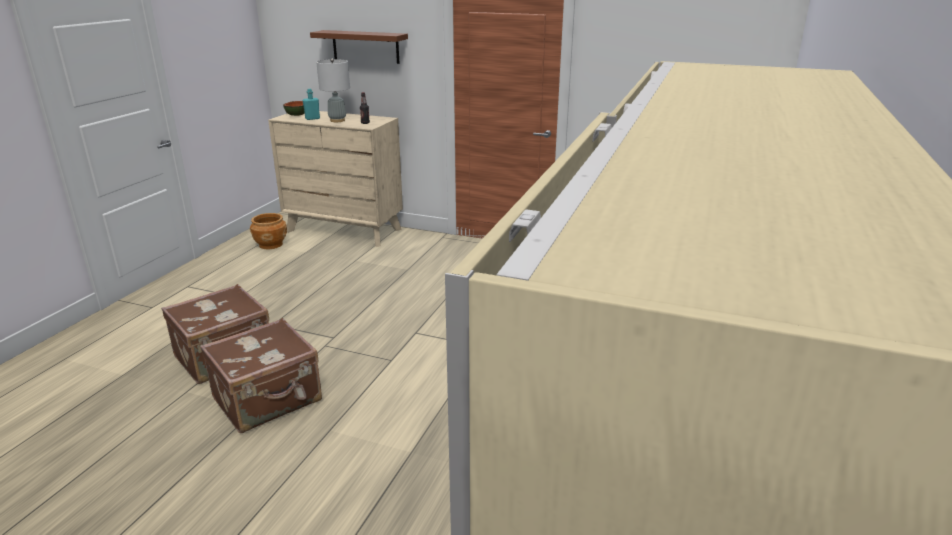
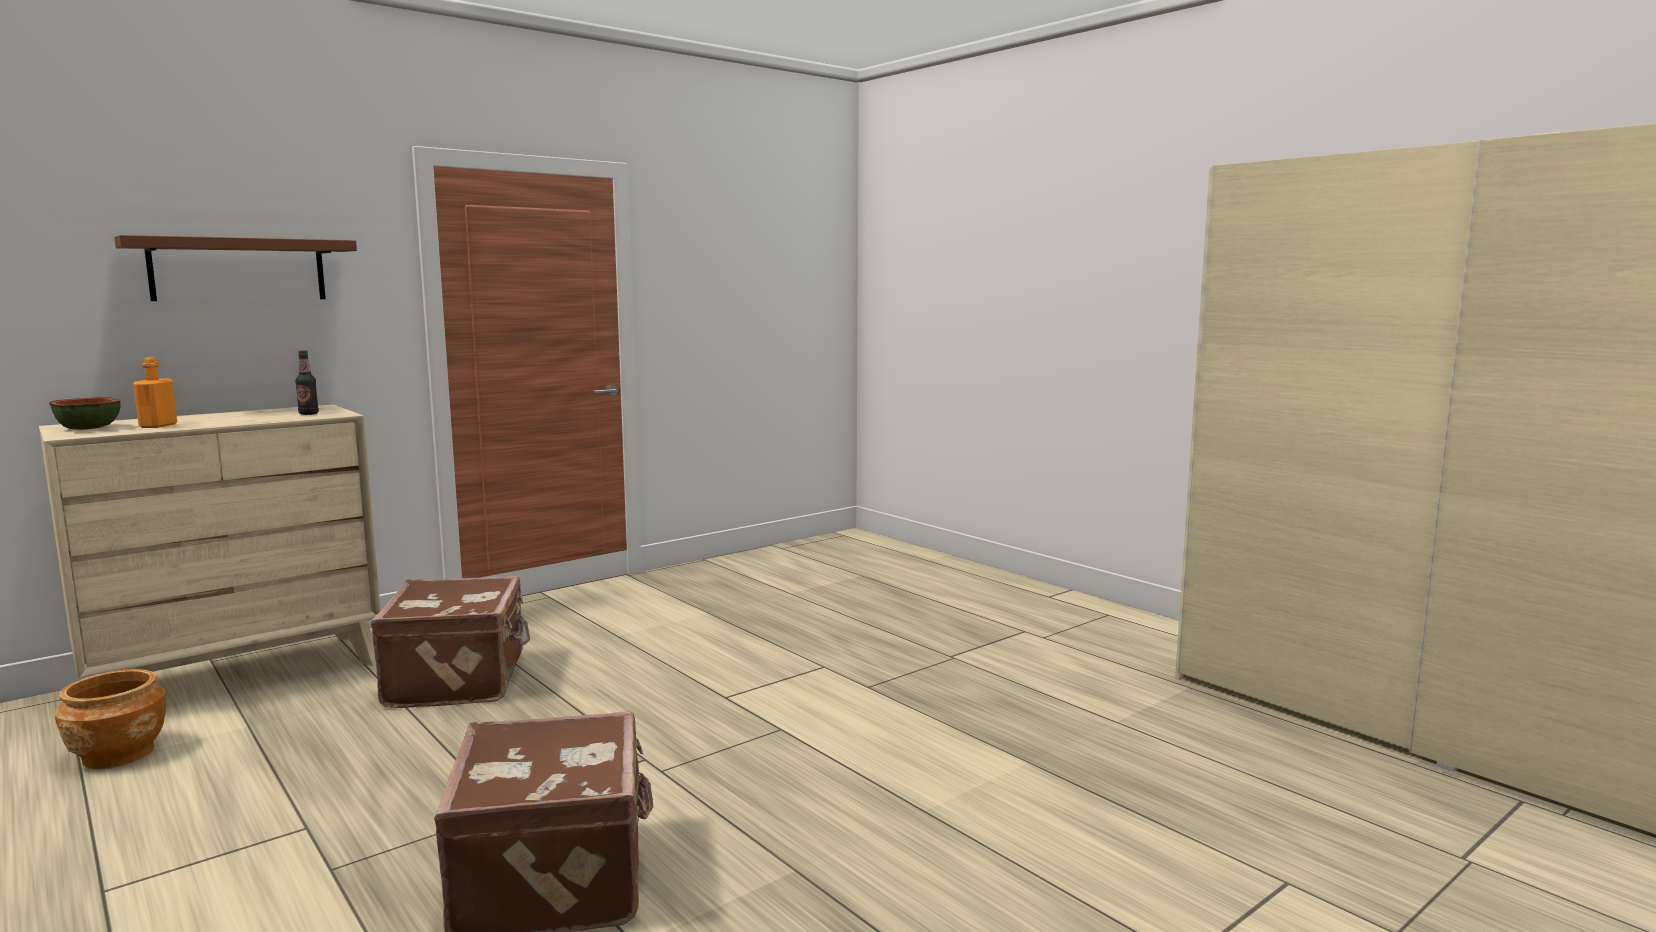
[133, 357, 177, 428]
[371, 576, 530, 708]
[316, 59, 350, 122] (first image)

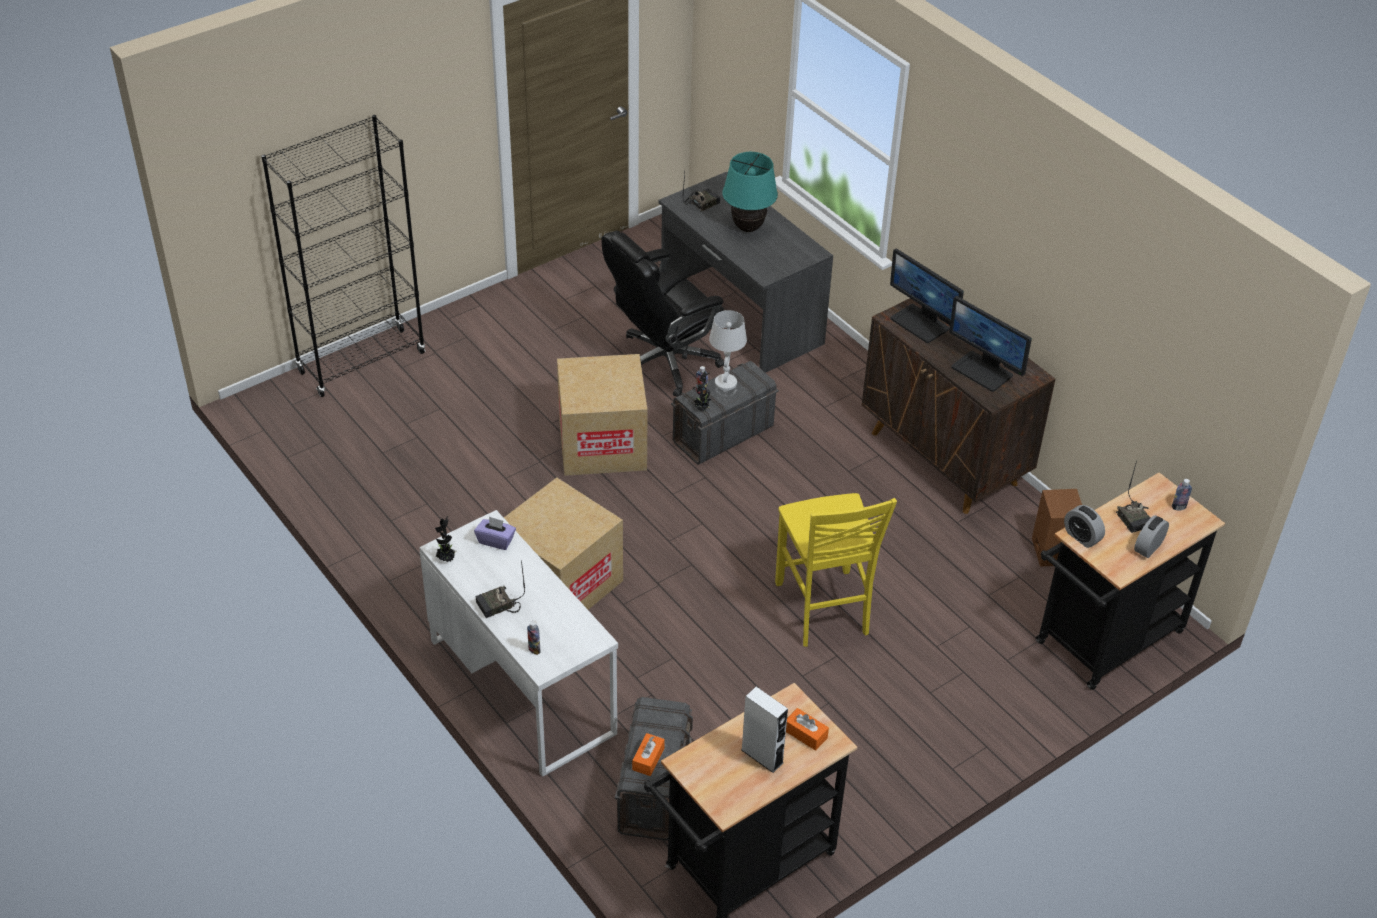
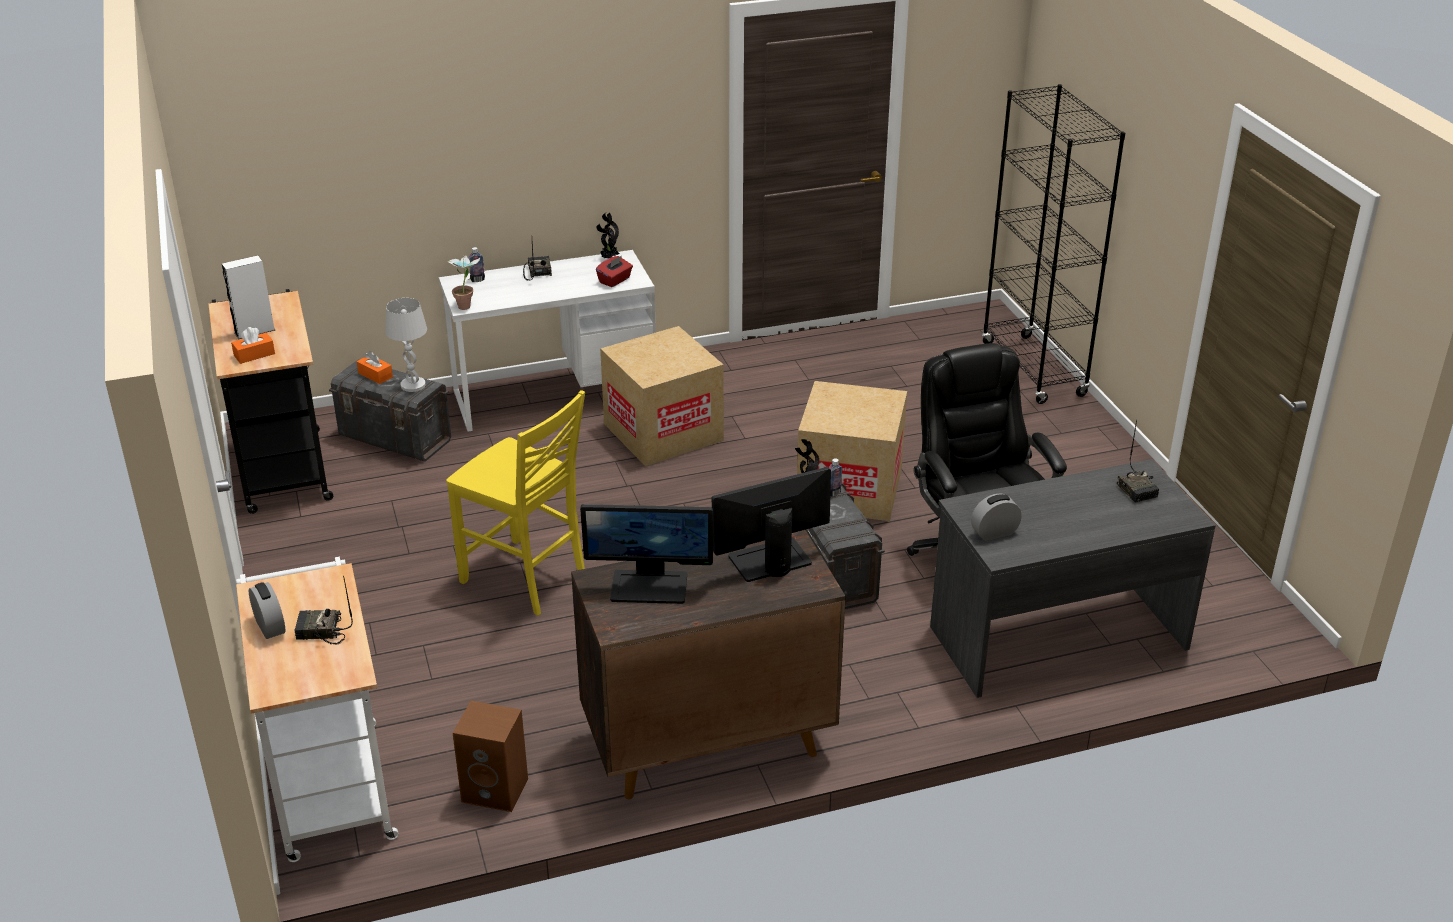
[236, 557, 399, 862]
[385, 298, 427, 392]
[446, 390, 585, 616]
[448, 255, 480, 310]
[580, 504, 713, 604]
[596, 256, 633, 287]
[971, 493, 1022, 541]
[722, 152, 778, 232] (first image)
[1172, 479, 1192, 511] (first image)

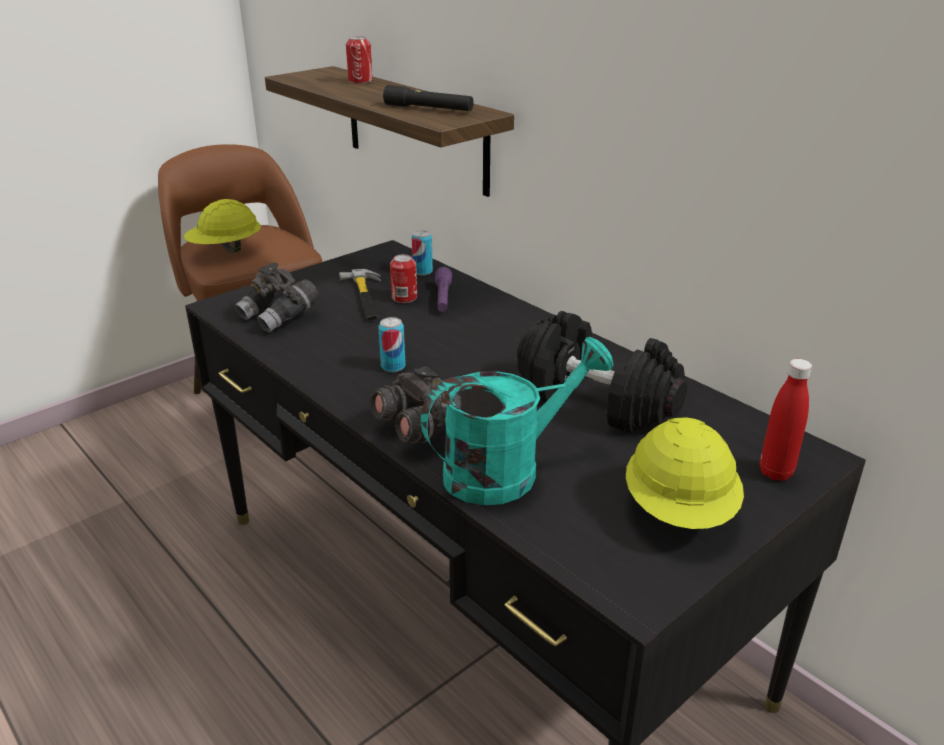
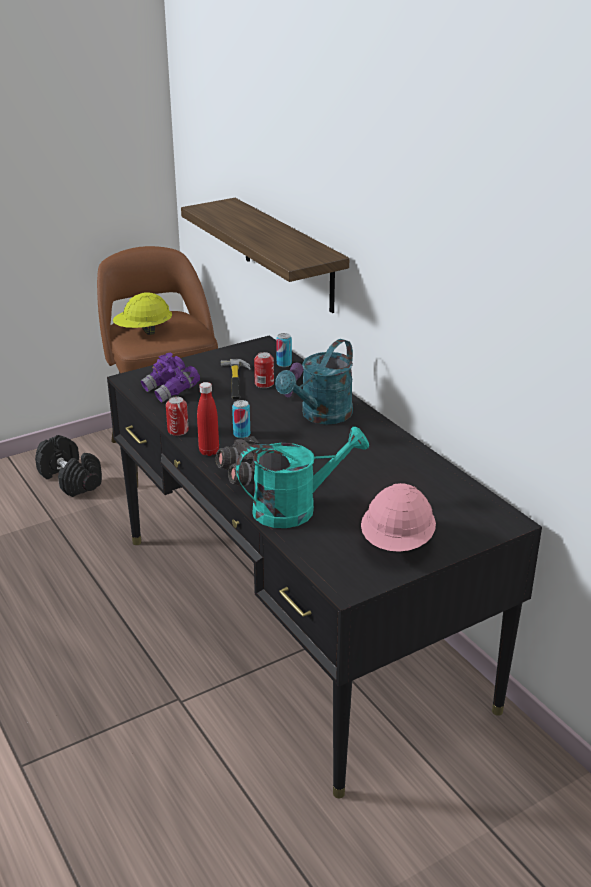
[35, 435, 102, 497]
[140, 353, 200, 402]
[166, 397, 189, 436]
[197, 382, 219, 456]
[275, 339, 353, 425]
[361, 483, 436, 552]
[383, 85, 474, 111] (first image)

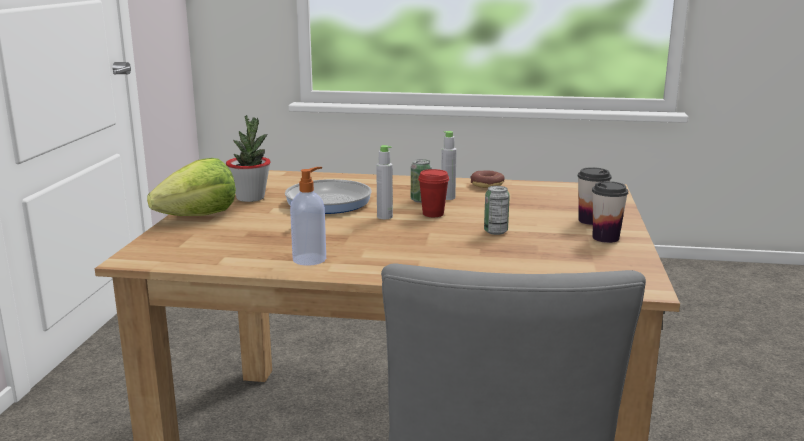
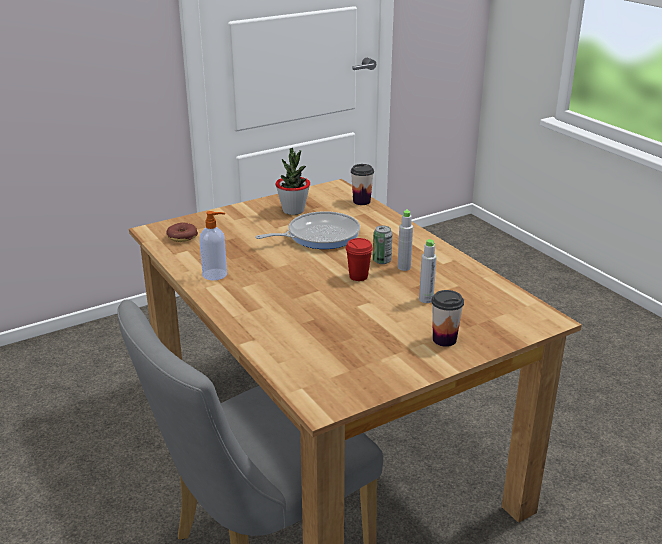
[166, 222, 198, 242]
[351, 164, 374, 205]
[419, 239, 437, 303]
[147, 158, 236, 216] (first image)
[484, 186, 510, 235] (first image)

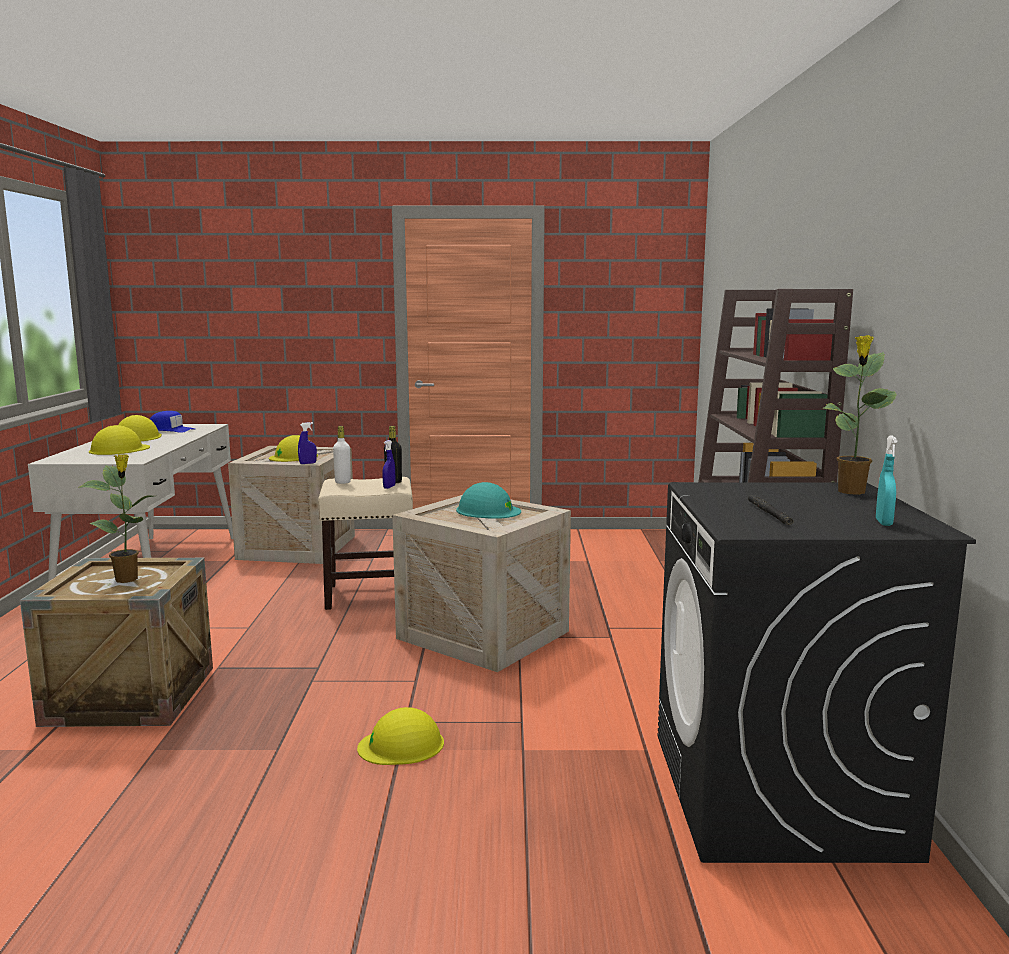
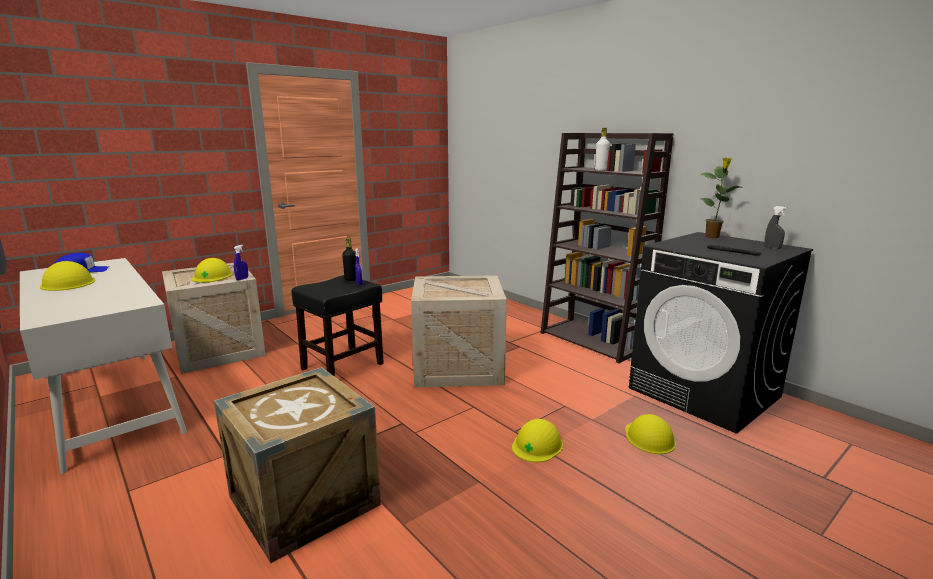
[291, 275, 384, 377]
[595, 127, 610, 171]
[625, 414, 676, 454]
[764, 206, 787, 249]
[80, 454, 154, 583] (first image)
[456, 482, 521, 519] (first image)

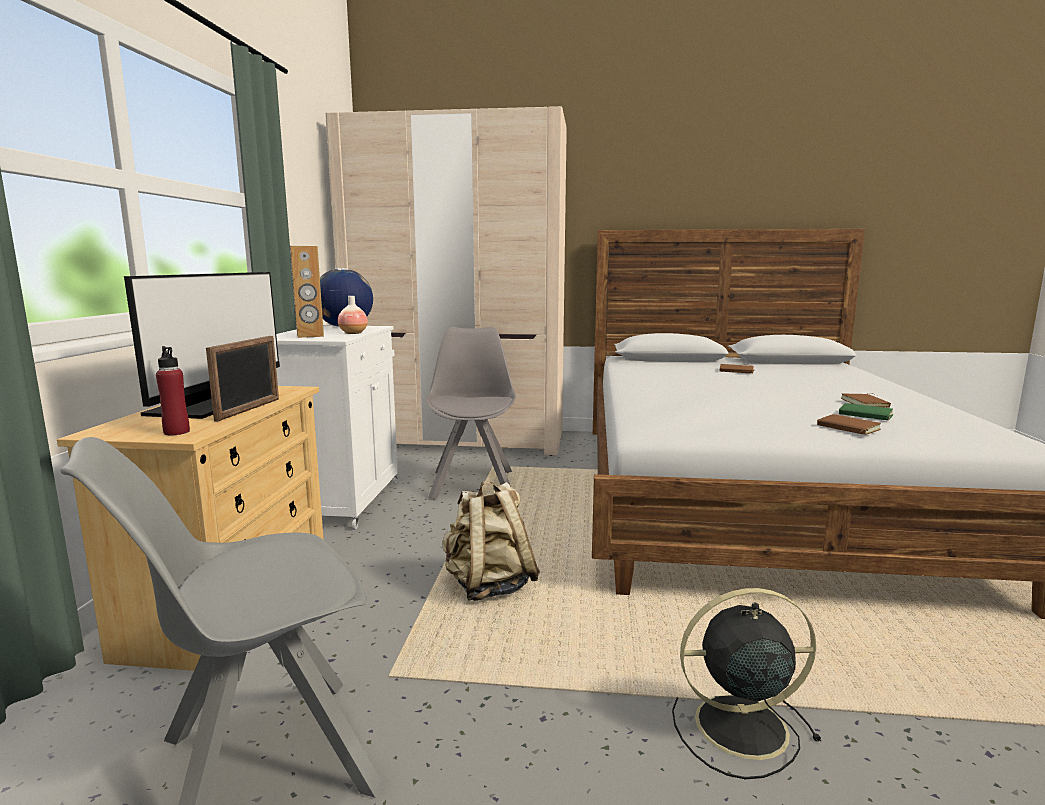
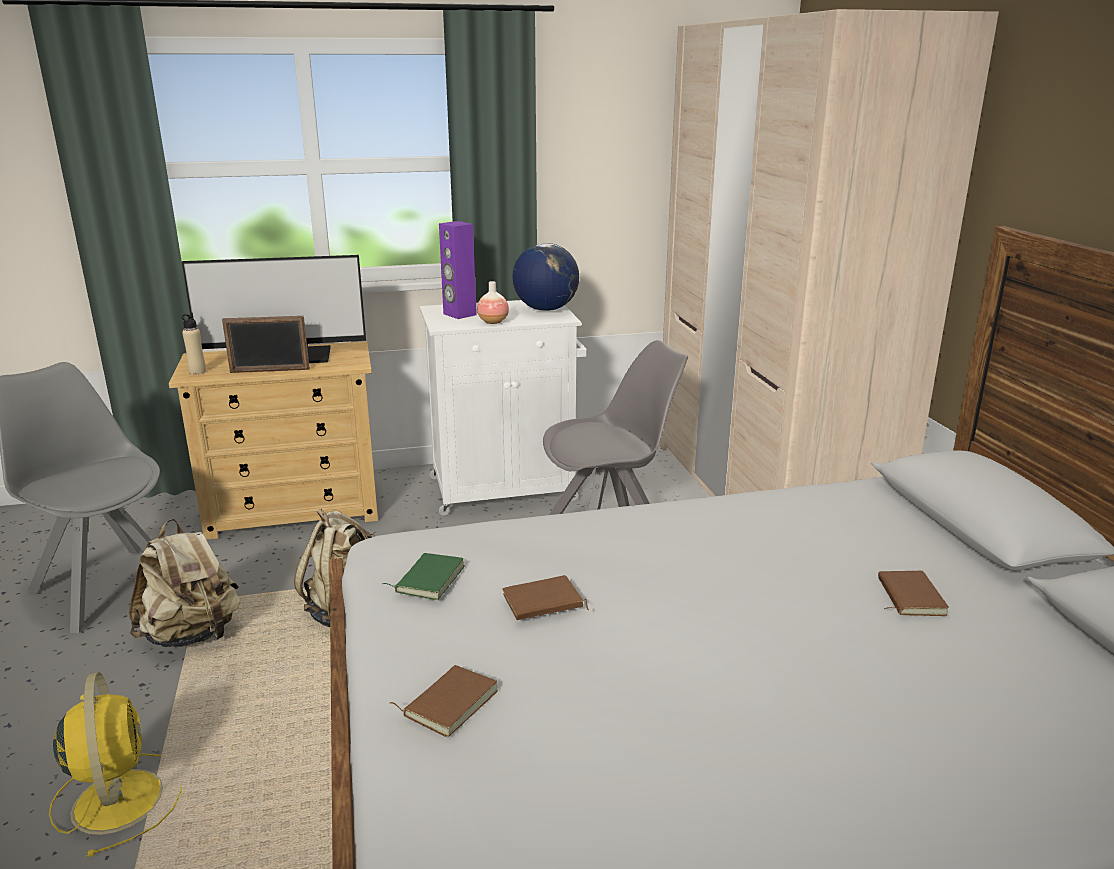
[49, 672, 182, 857]
[129, 519, 240, 647]
[182, 312, 206, 375]
[382, 553, 465, 600]
[439, 221, 477, 319]
[502, 575, 589, 620]

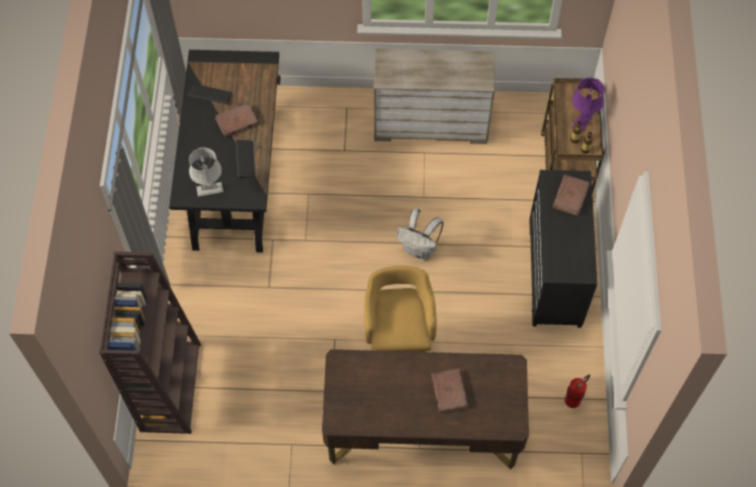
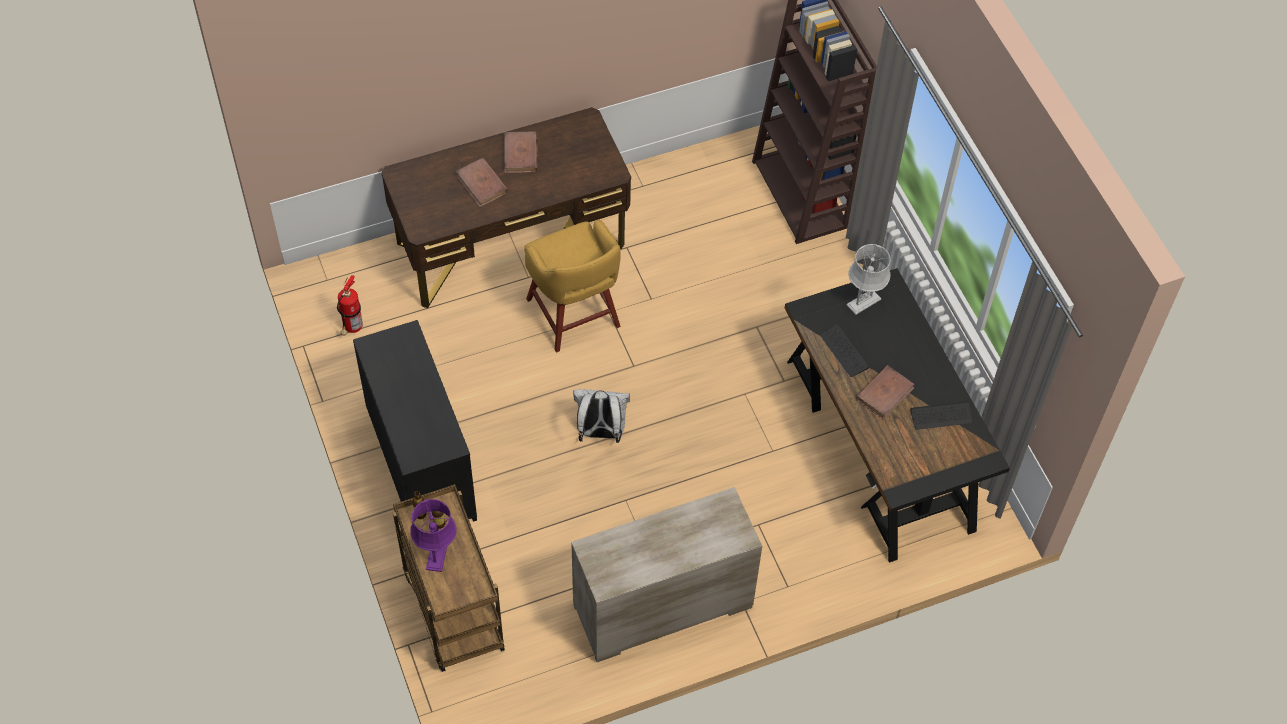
[504, 132, 538, 173]

